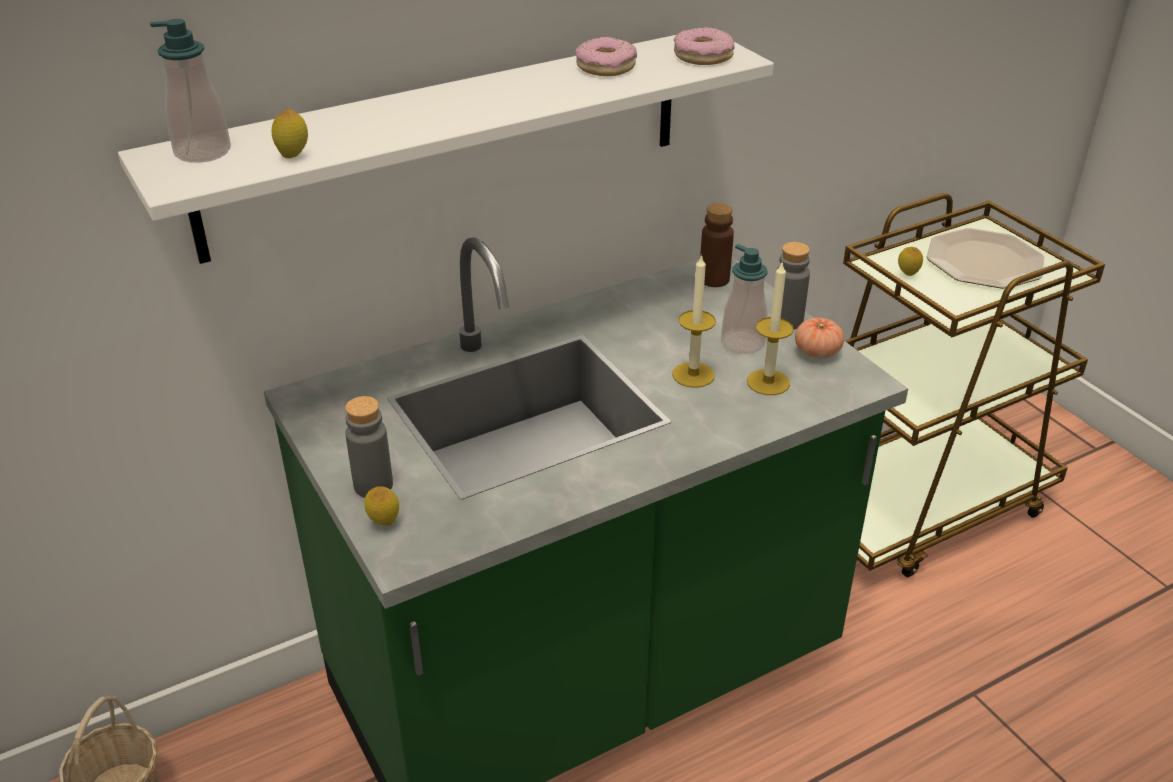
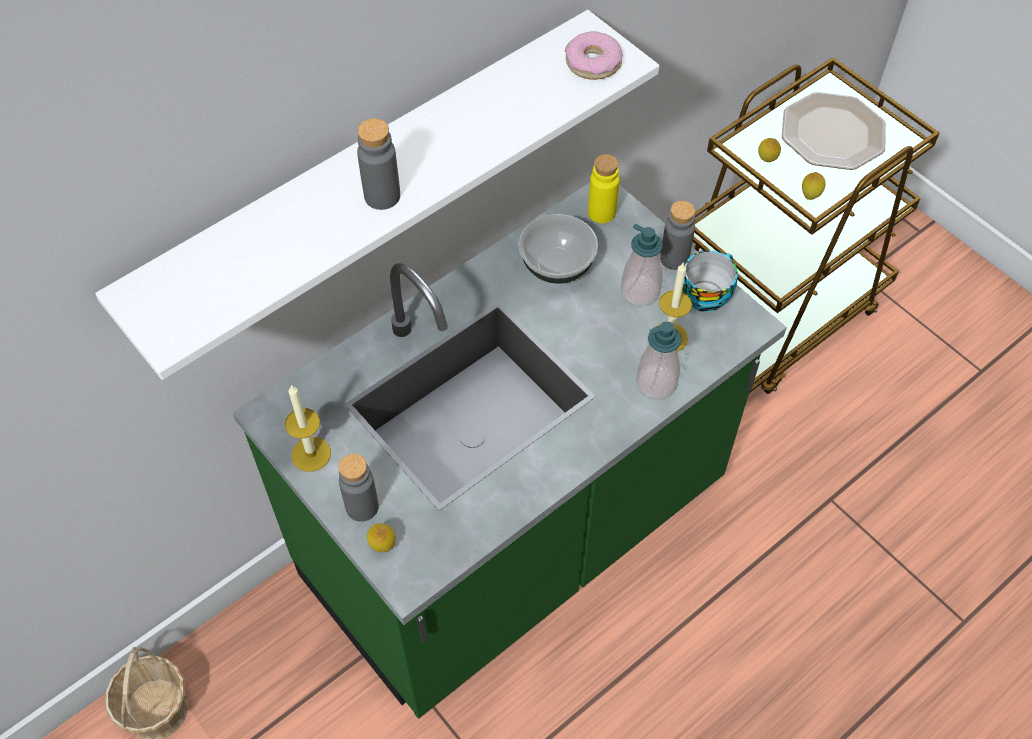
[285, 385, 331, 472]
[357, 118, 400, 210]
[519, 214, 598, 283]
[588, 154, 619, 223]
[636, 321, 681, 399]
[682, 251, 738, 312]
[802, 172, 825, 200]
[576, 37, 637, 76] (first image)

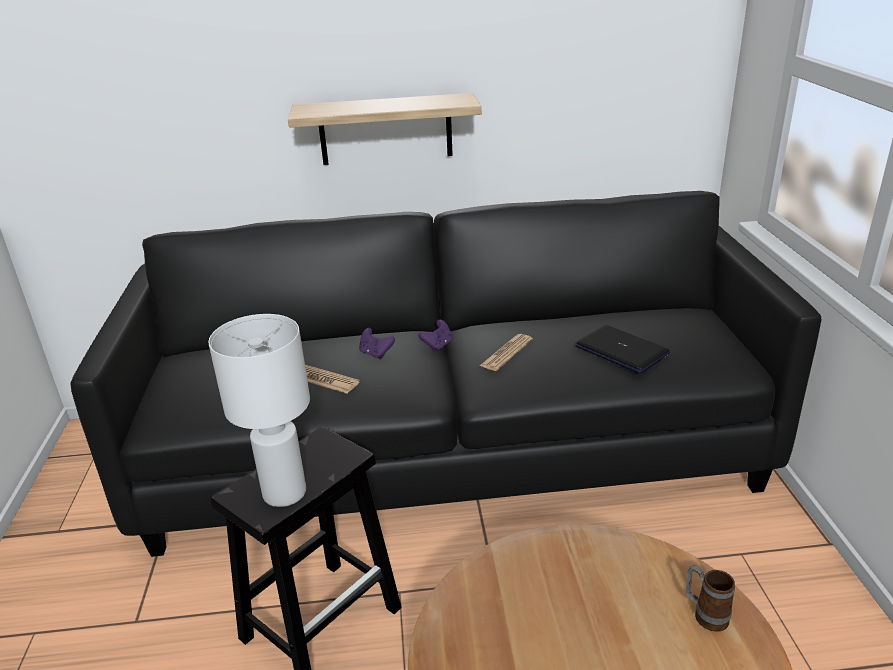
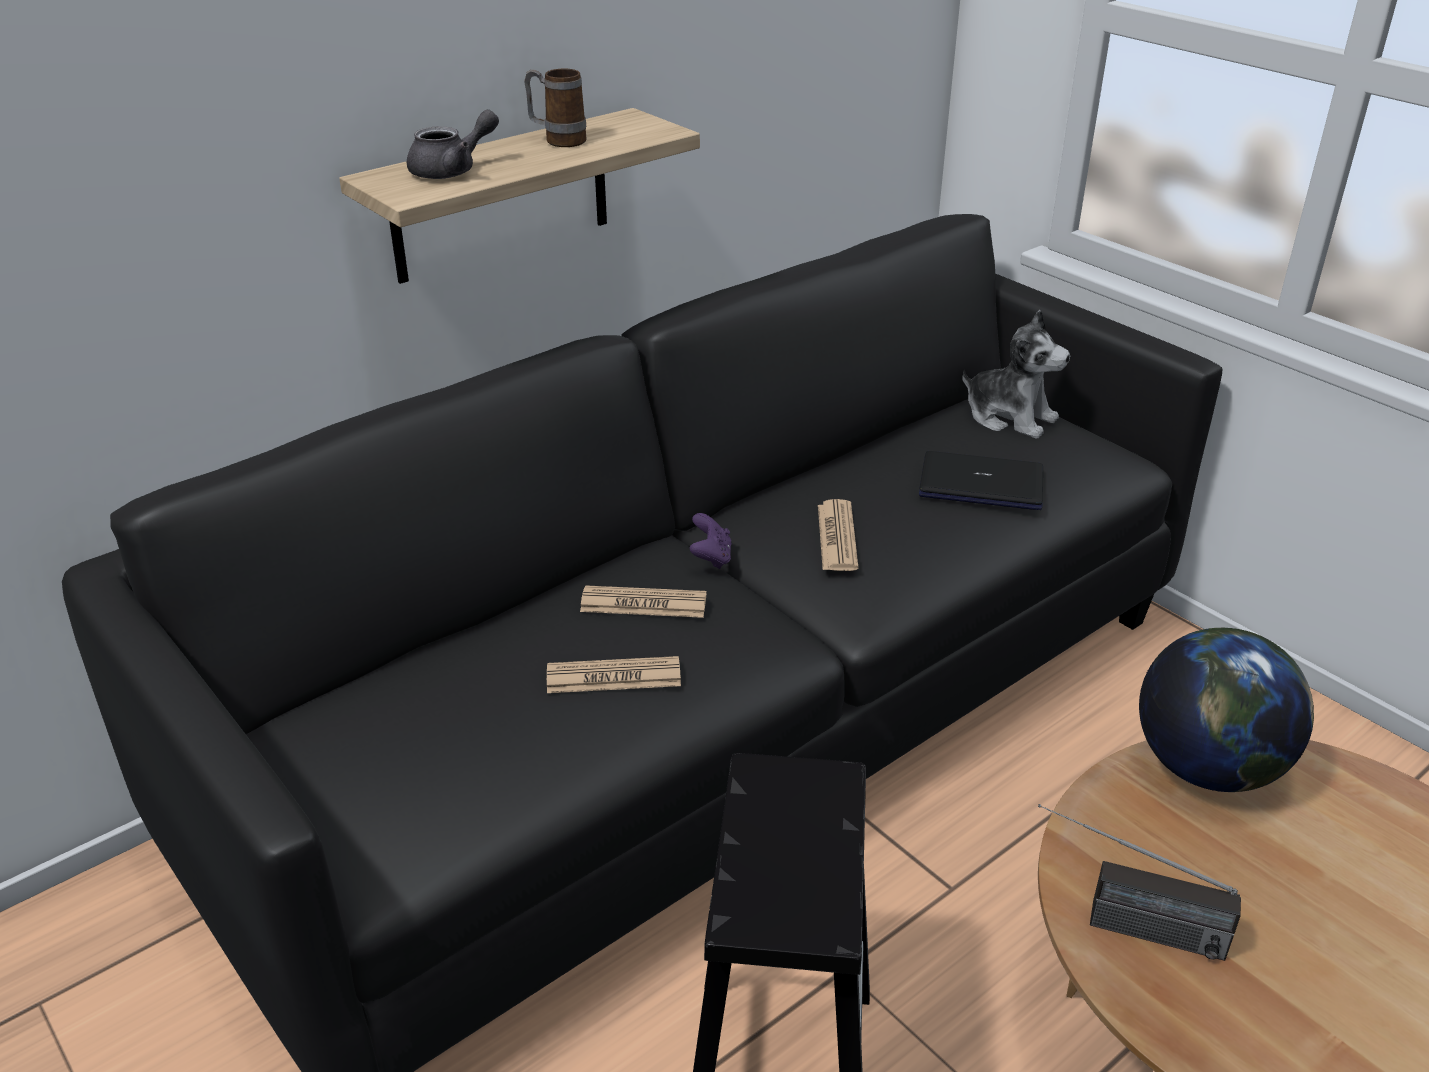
[407, 110, 499, 179]
[524, 69, 587, 147]
[580, 585, 706, 618]
[963, 310, 1070, 438]
[1038, 804, 1241, 961]
[1139, 628, 1314, 792]
[208, 314, 310, 507] (first image)

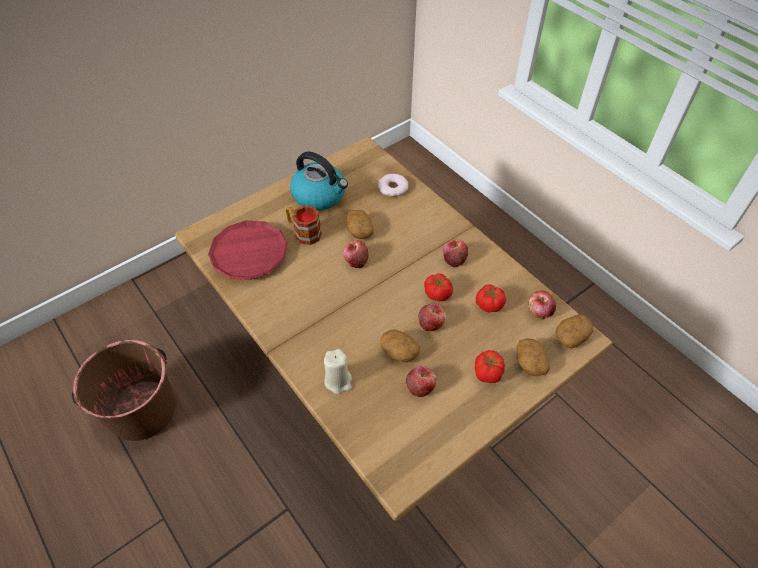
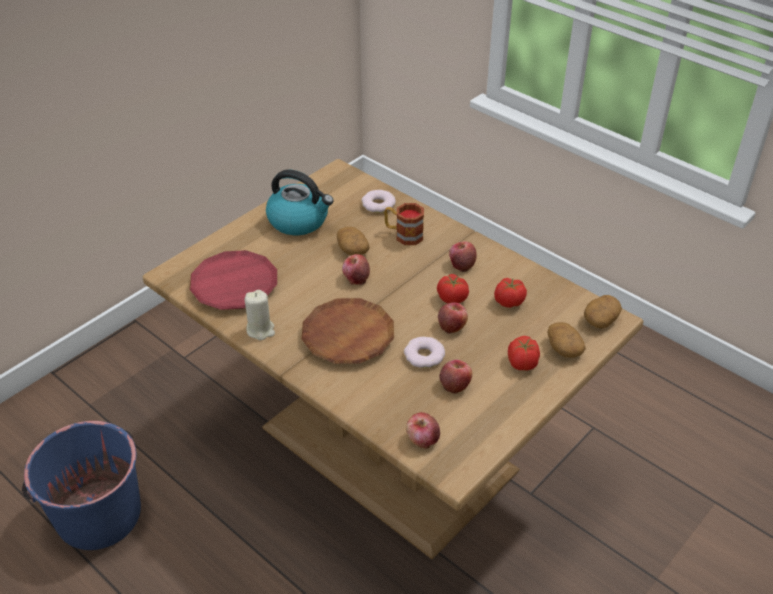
[22, 421, 141, 550]
[245, 290, 275, 340]
[301, 298, 394, 364]
[384, 203, 424, 245]
[404, 337, 445, 368]
[406, 412, 440, 449]

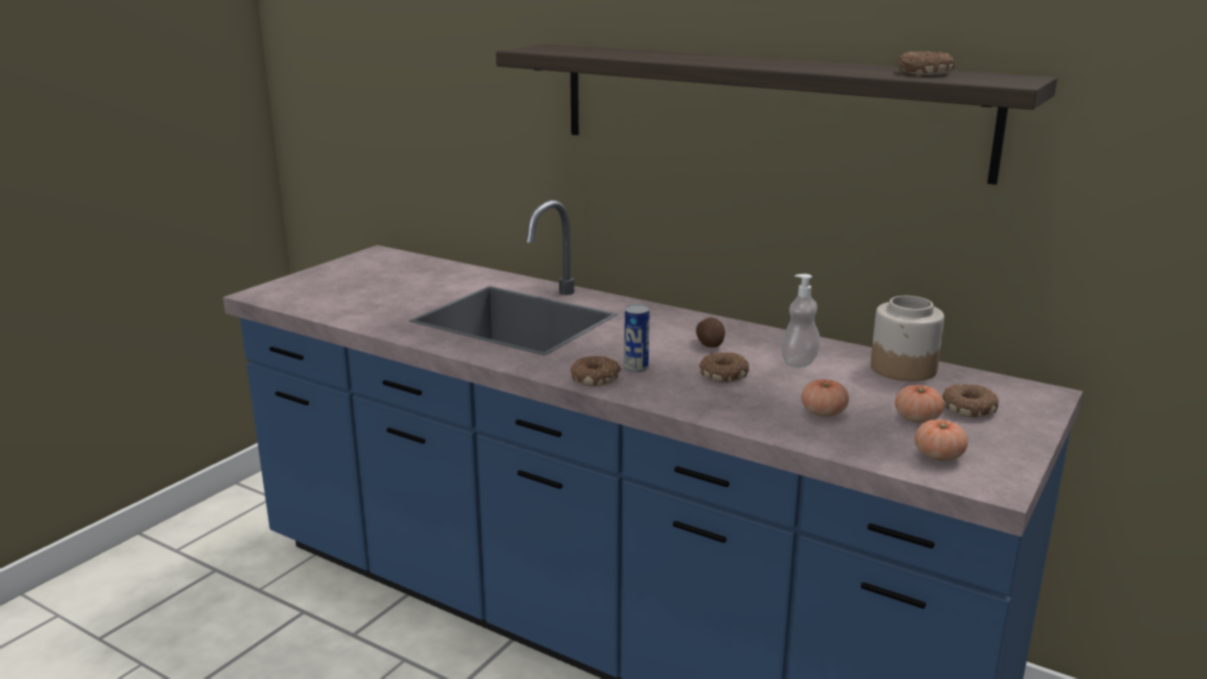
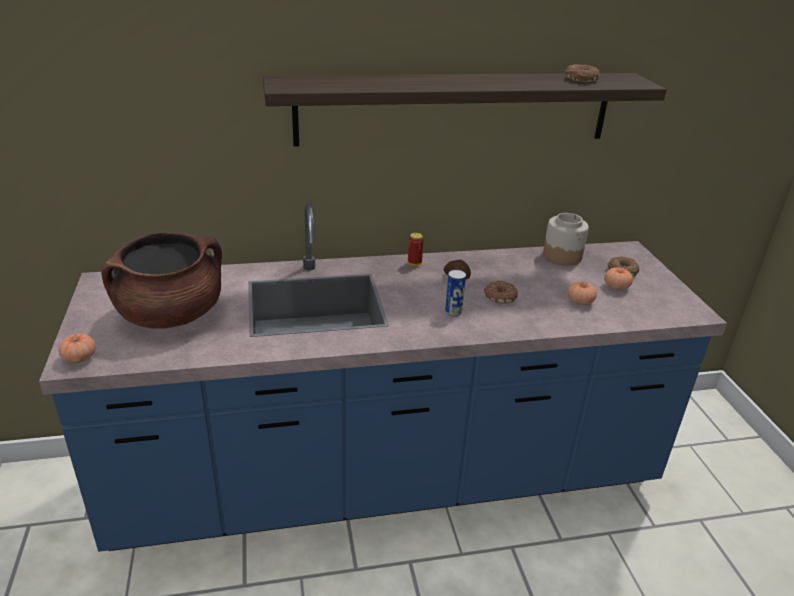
[58, 334, 96, 363]
[101, 232, 222, 329]
[408, 233, 424, 266]
[570, 356, 622, 386] (first image)
[781, 274, 820, 368] (first image)

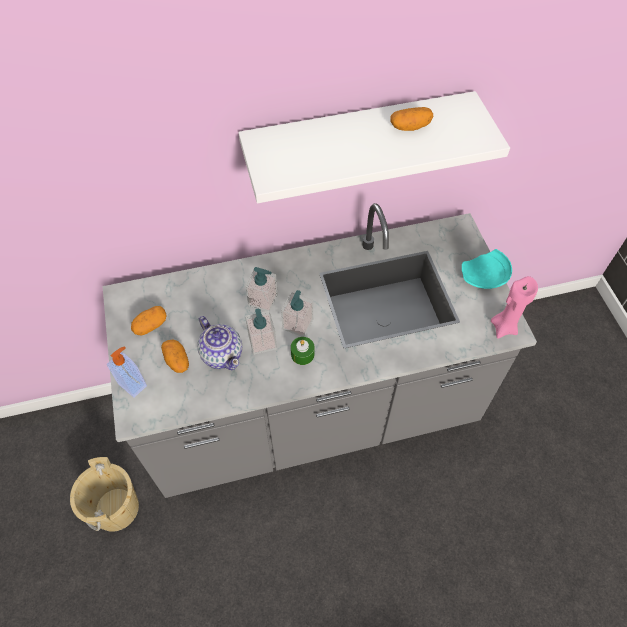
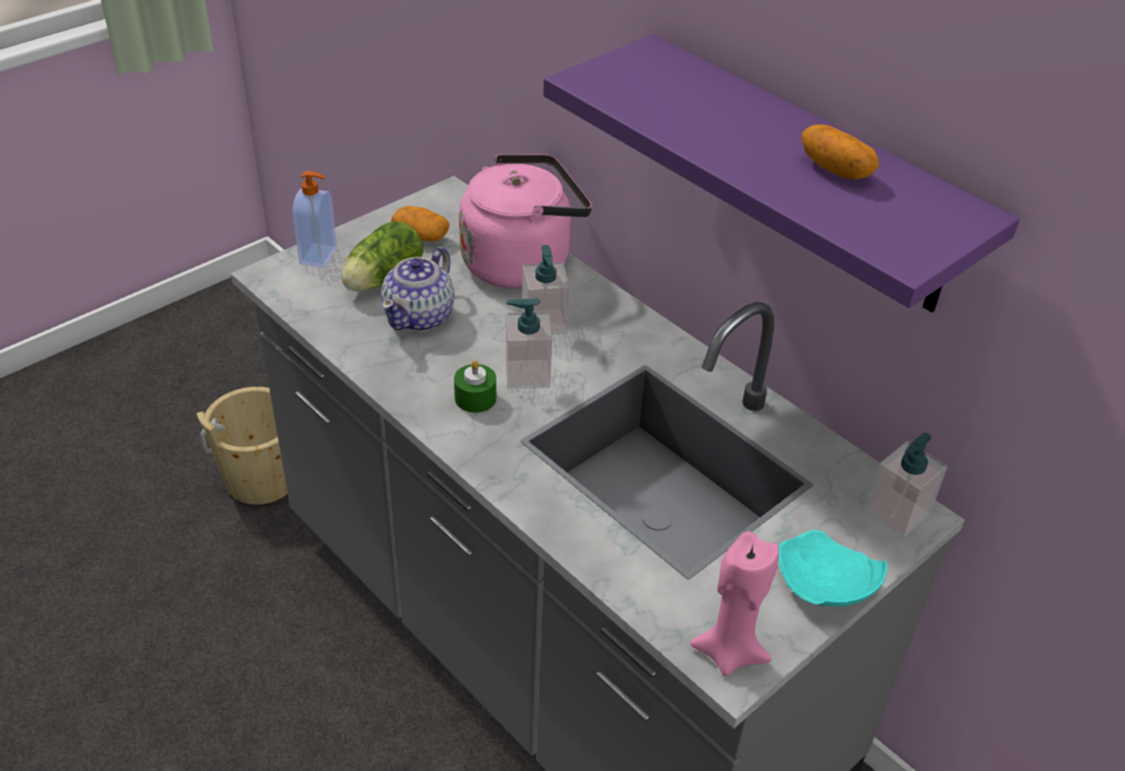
[341, 222, 423, 291]
[459, 154, 592, 289]
[543, 34, 1020, 312]
[865, 433, 947, 537]

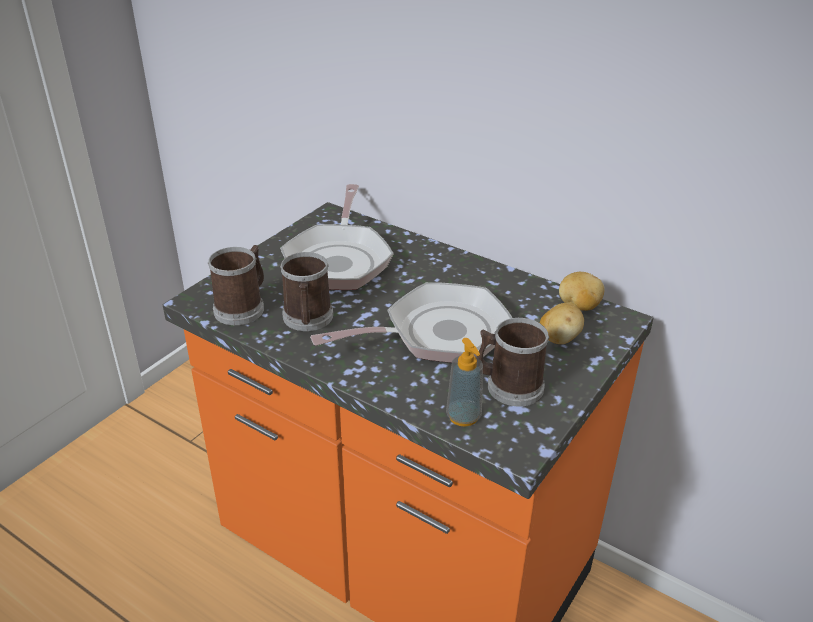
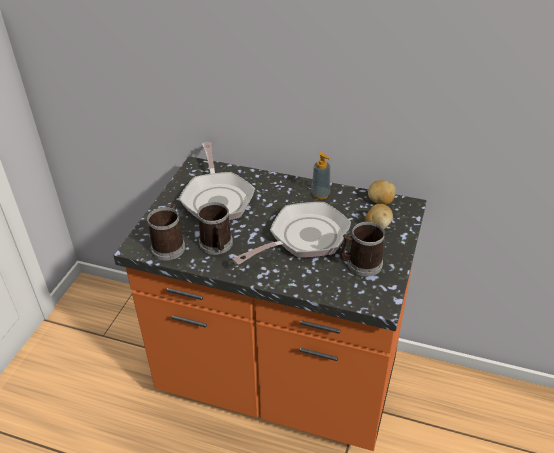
[311, 152, 330, 200]

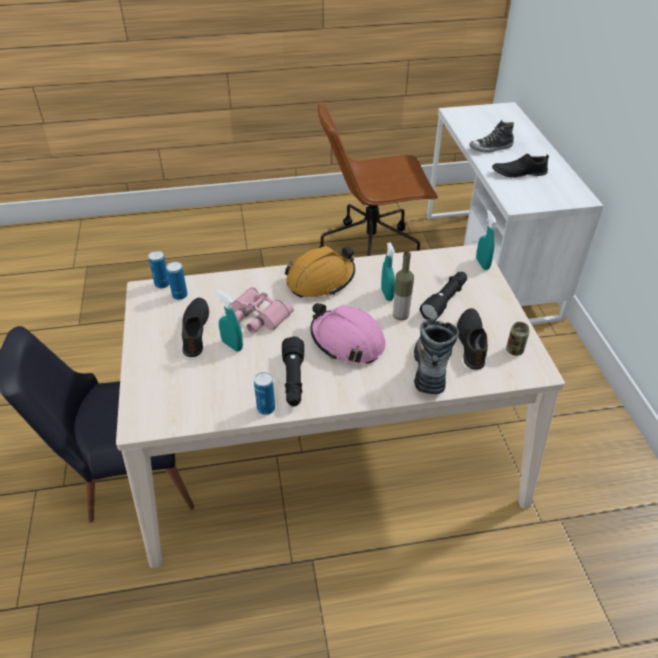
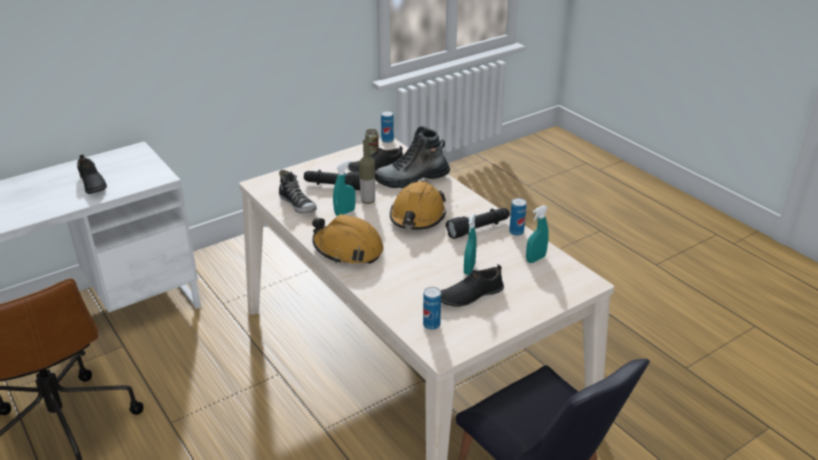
[279, 170, 317, 214]
[381, 111, 394, 143]
[390, 181, 446, 230]
[526, 205, 549, 263]
[231, 287, 294, 333] (first image)

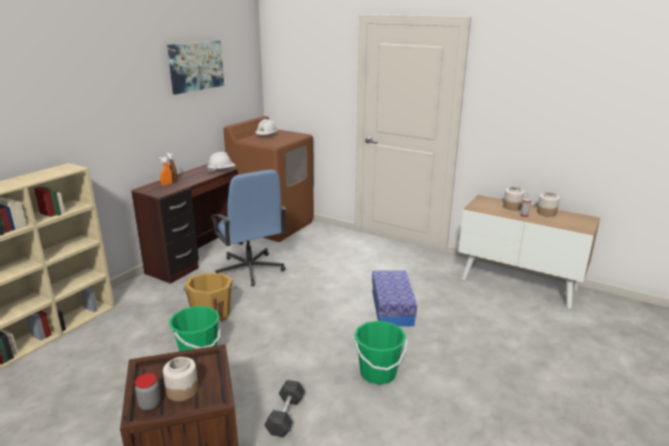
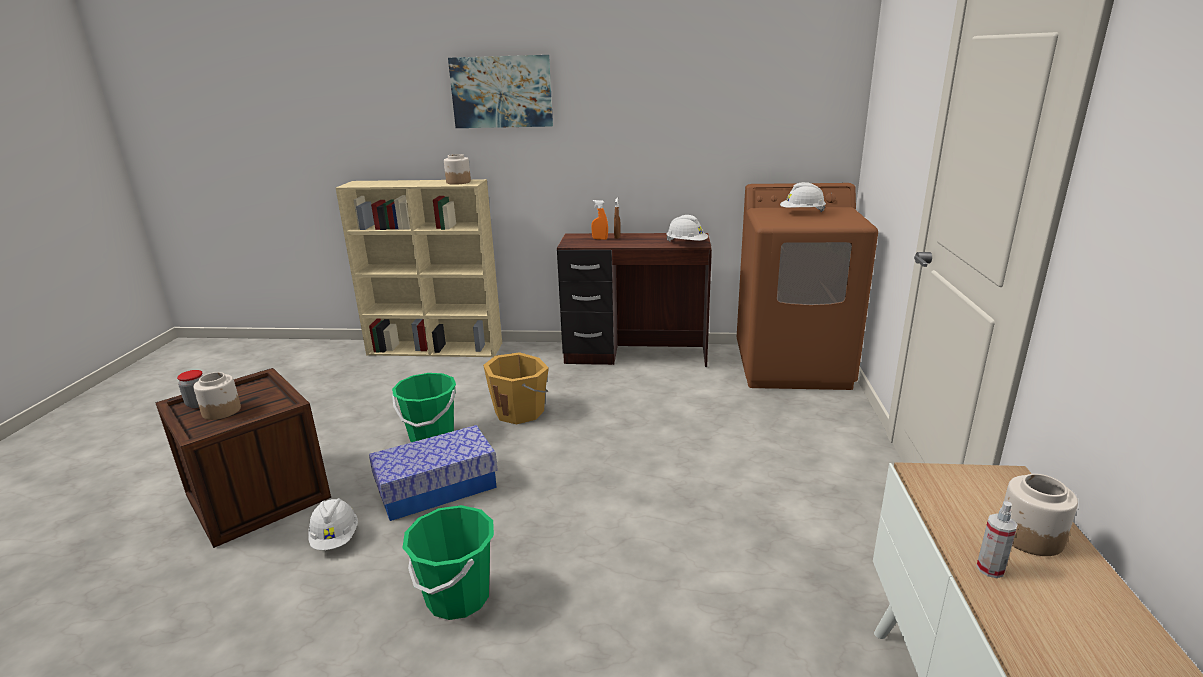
[308, 498, 358, 550]
[369, 425, 498, 521]
[444, 154, 471, 185]
[448, 55, 553, 128]
[210, 170, 286, 286] (first image)

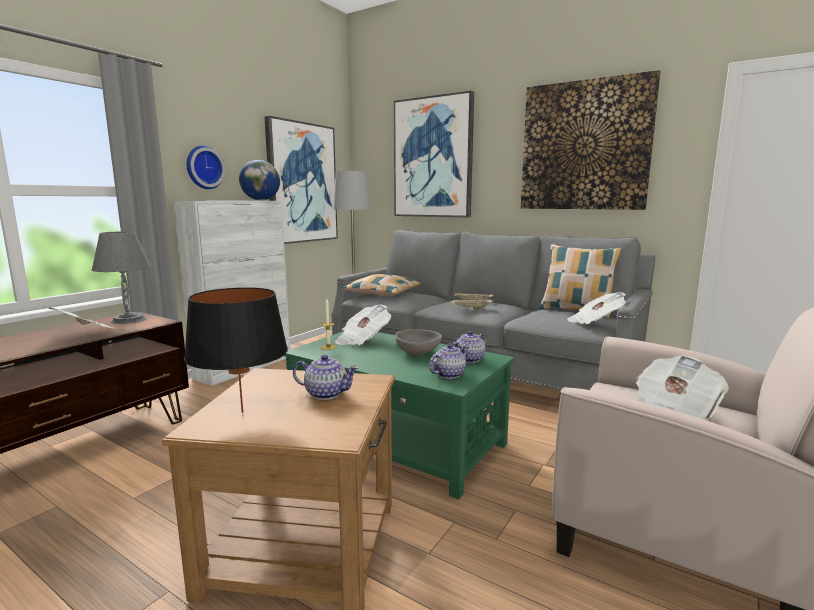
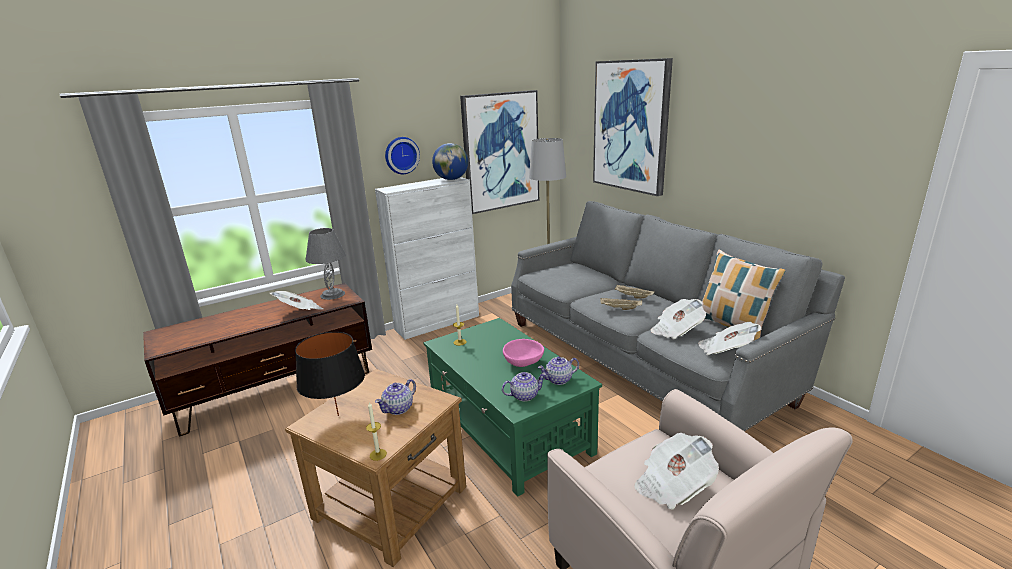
[366, 402, 387, 461]
[375, 379, 416, 415]
[503, 339, 544, 367]
[651, 299, 706, 339]
[342, 274, 421, 296] (first image)
[521, 70, 661, 210] (first image)

